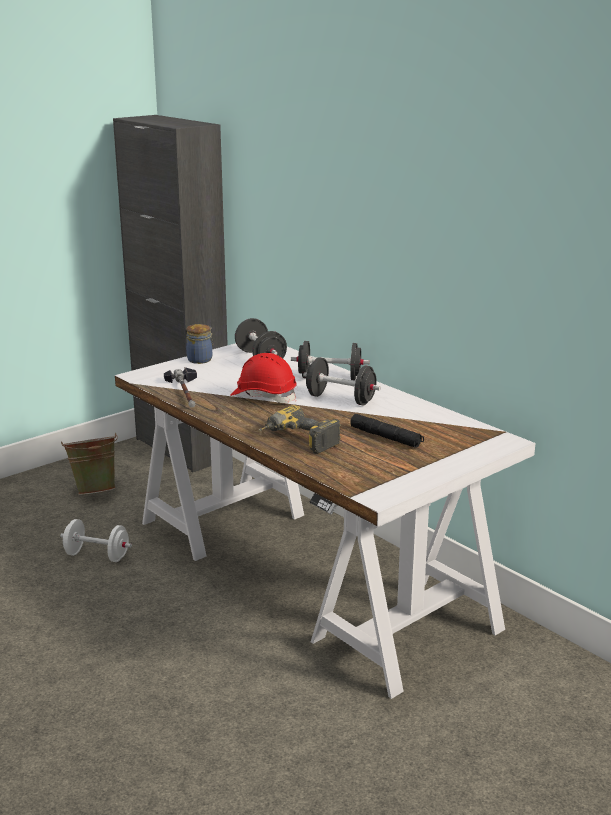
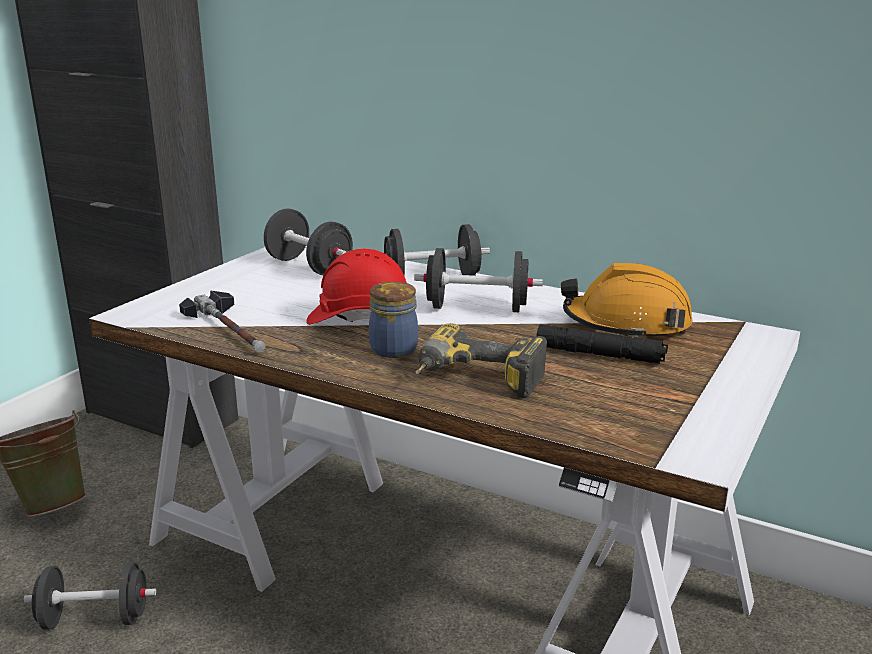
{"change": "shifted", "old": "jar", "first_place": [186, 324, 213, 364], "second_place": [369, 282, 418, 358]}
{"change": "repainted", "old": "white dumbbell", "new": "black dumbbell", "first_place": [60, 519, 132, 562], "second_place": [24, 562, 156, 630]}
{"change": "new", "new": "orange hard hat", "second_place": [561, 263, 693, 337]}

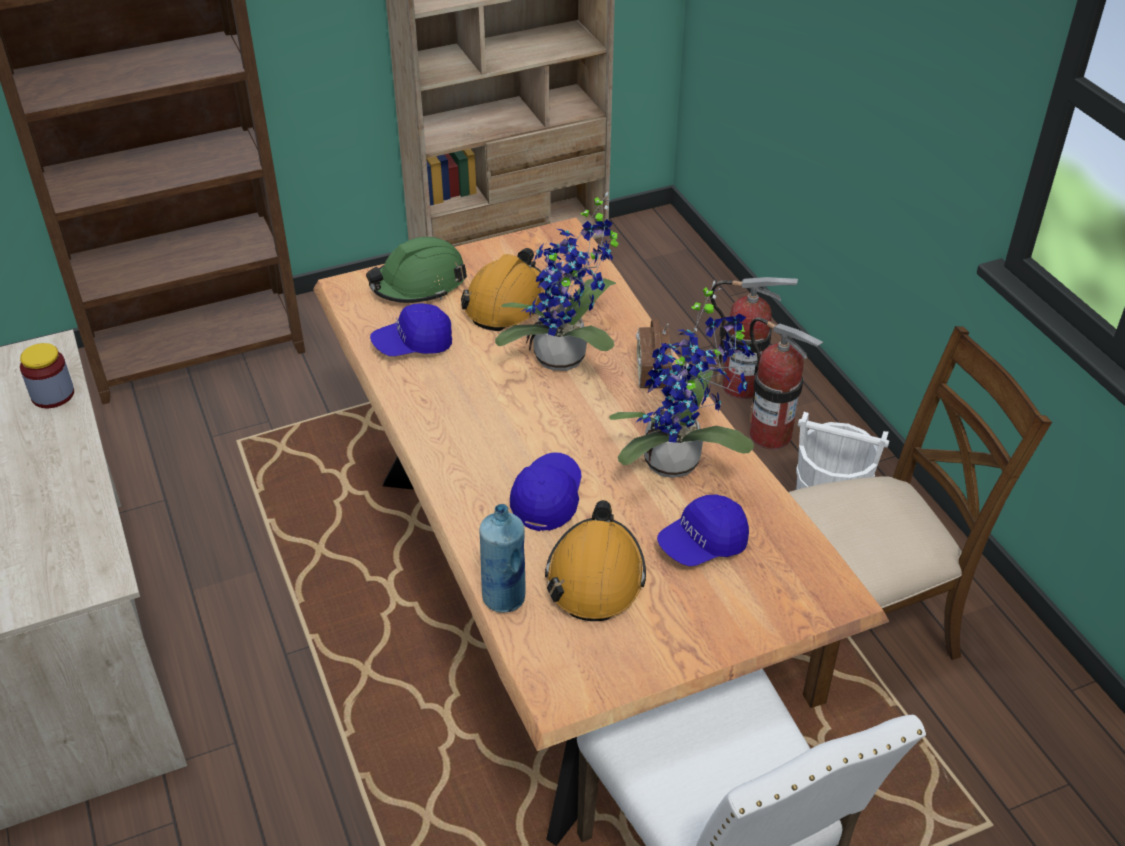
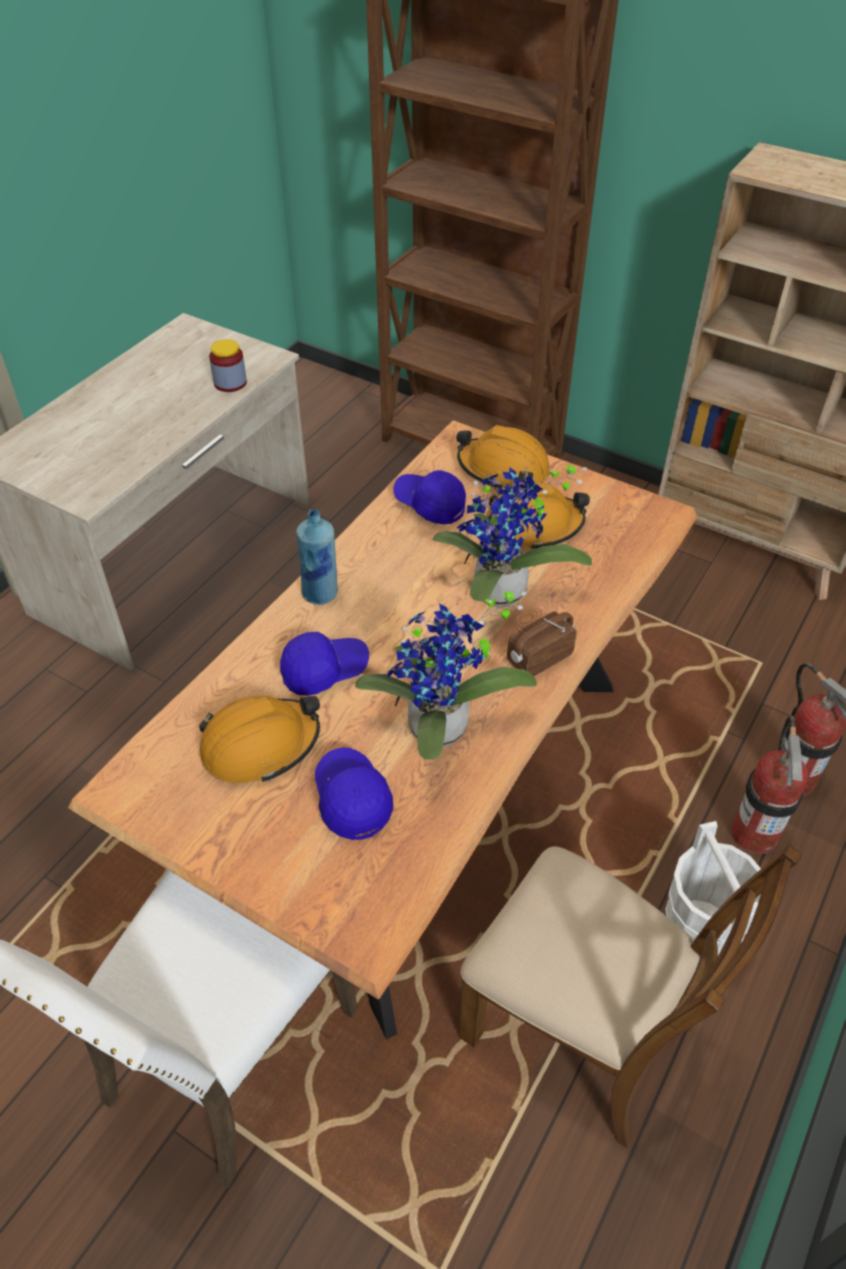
{"change": "repainted", "old": "green hard hat", "new": "orange hard hat", "first_place": [366, 237, 467, 303], "second_place": [456, 425, 550, 490]}
{"change": "rotated", "old": "blue cap", "first_place": [657, 494, 749, 566], "second_place": [315, 747, 393, 840], "degrees": 45}
{"change": "shifted", "old": "blue bottle", "first_place": [479, 504, 526, 613], "second_place": [296, 509, 338, 605]}

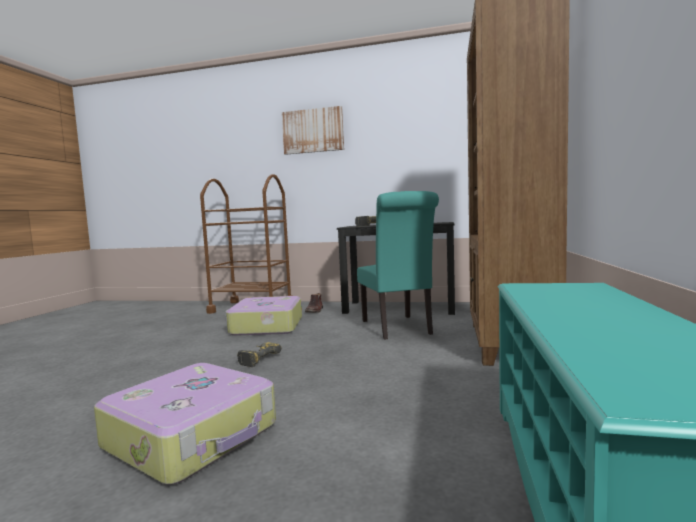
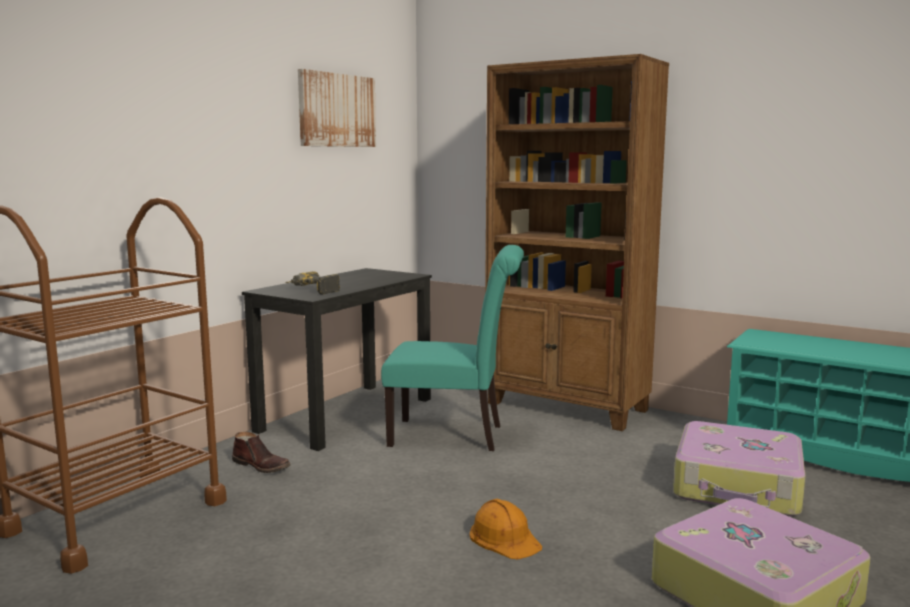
{"change": "shifted", "old": "picture", "first_place": [282, 106, 344, 155], "second_place": [298, 69, 376, 147]}
{"change": "shifted", "old": "suitcase", "first_place": [225, 296, 302, 336], "second_place": [673, 421, 805, 516]}
{"change": "swapped", "old": "power drill", "new": "orange hard hat", "first_place": [237, 342, 282, 367], "second_place": [469, 499, 542, 559]}

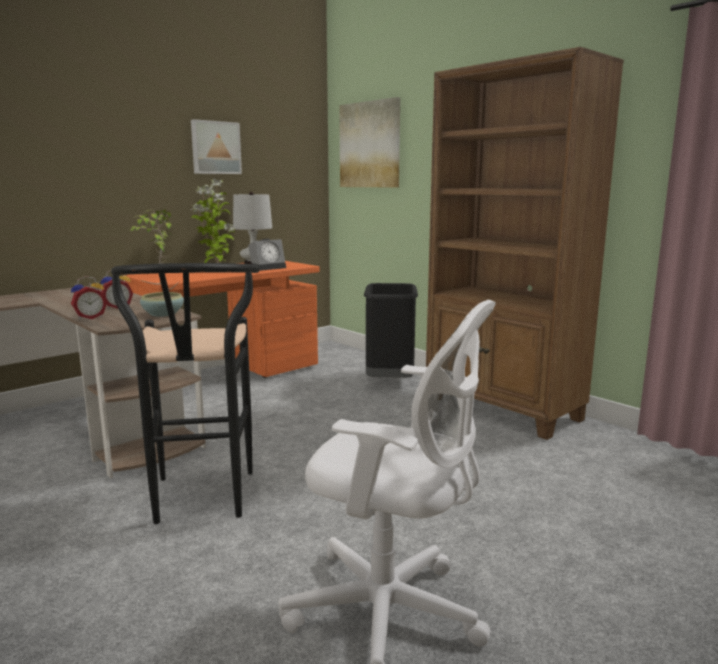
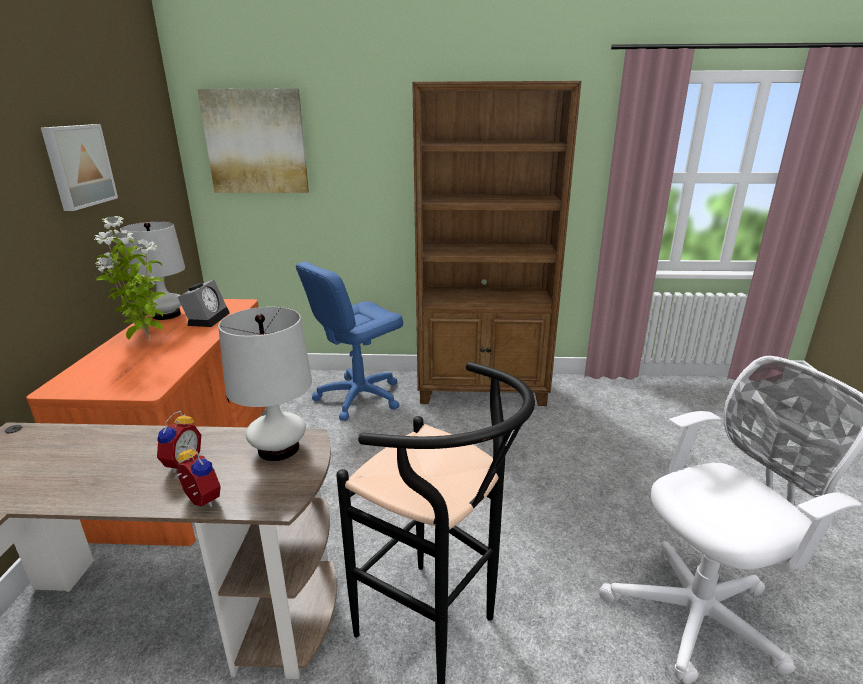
{"change": "swapped", "old": "potted plant", "new": "white table lamp", "first_place": [129, 209, 184, 317], "second_place": [218, 307, 312, 461]}
{"change": "rotated", "old": "alarm clock", "first_place": [71, 276, 107, 320], "second_place": [174, 444, 221, 507], "degrees": -60}
{"change": "swapped", "old": "black trash can", "new": "blue office chair", "first_place": [364, 283, 418, 378], "second_place": [296, 262, 403, 421]}

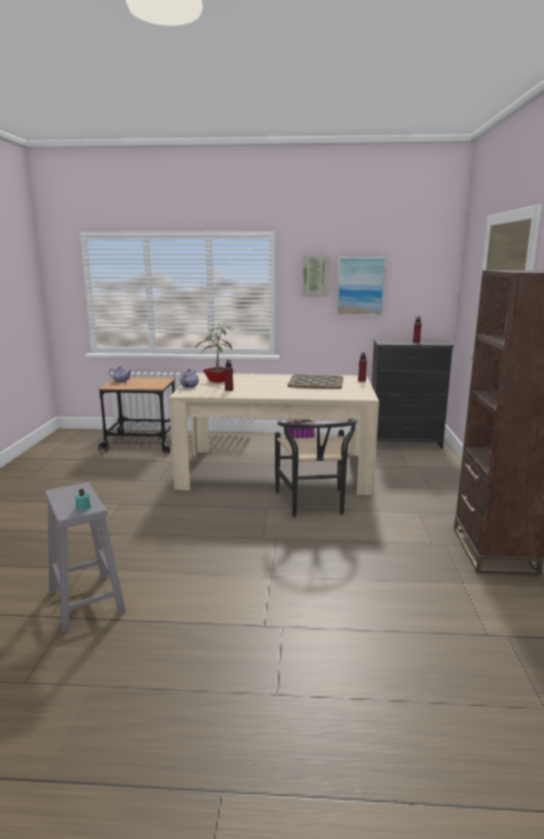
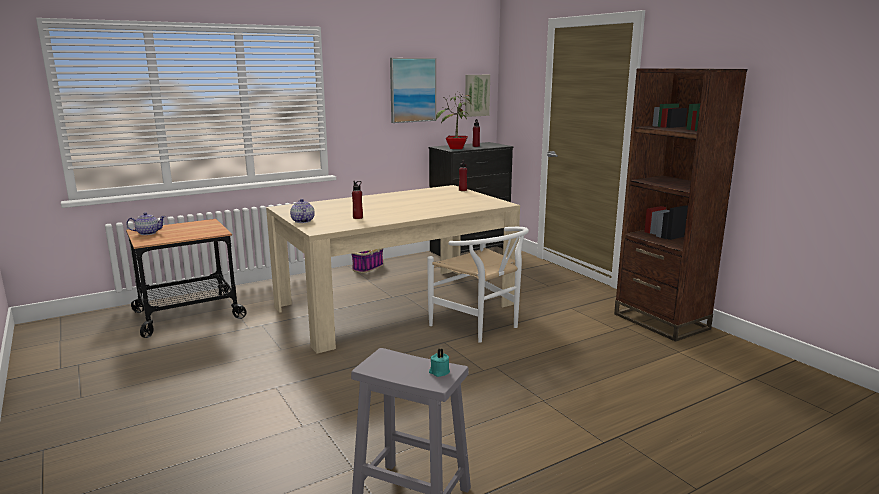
{"change": "shifted", "old": "picture", "first_place": [301, 256, 329, 297], "second_place": [465, 75, 490, 117]}
{"change": "shifted", "old": "potted plant", "first_place": [195, 324, 233, 383], "second_place": [436, 93, 473, 149]}
{"change": "gone", "old": "tray", "first_place": [287, 374, 343, 389]}
{"change": "repainted", "old": "black chair", "new": "white chair", "first_place": [275, 418, 357, 517], "second_place": [427, 227, 529, 343]}

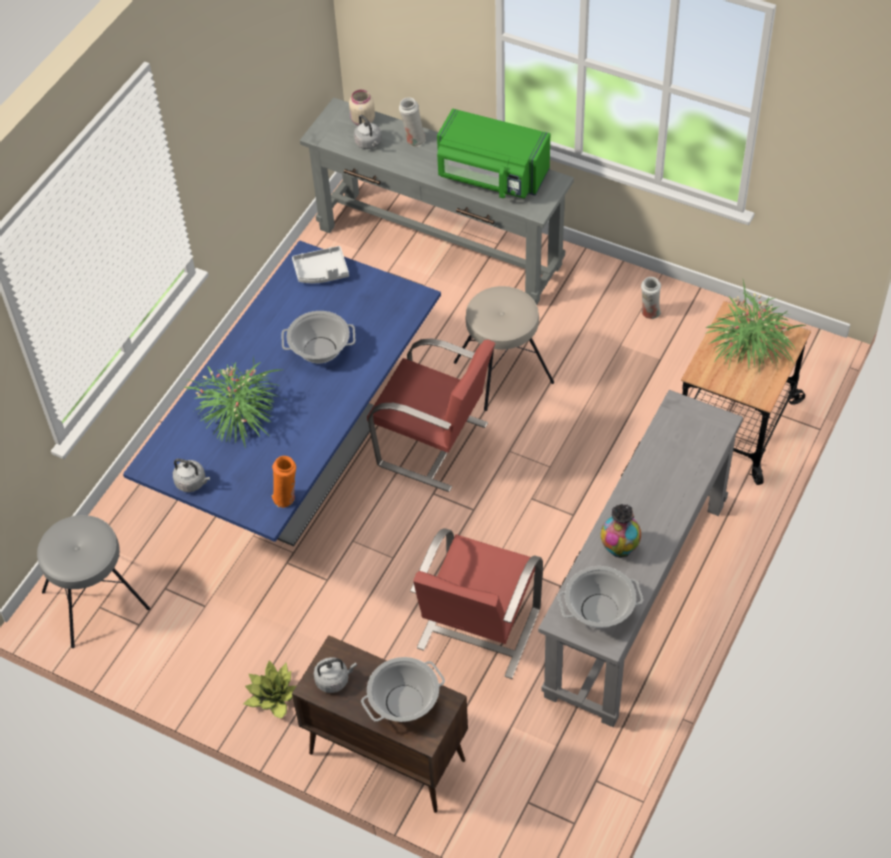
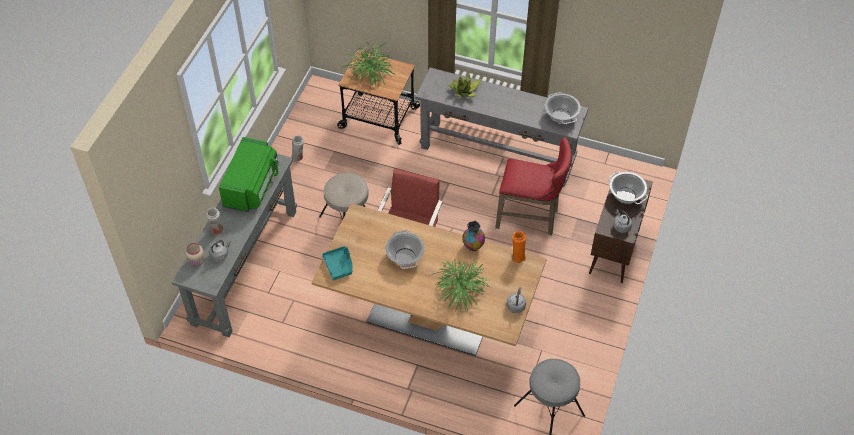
{"change": "repainted", "old": "blue dining table", "new": "beige dining table", "first_place": [123, 240, 441, 546], "second_place": [312, 203, 546, 356]}
{"change": "repainted", "old": "grey tray", "new": "turquoise tray", "first_place": [292, 246, 349, 283], "second_place": [322, 246, 353, 280]}
{"change": "shifted", "old": "vase", "first_place": [601, 504, 641, 558], "second_place": [462, 221, 485, 251]}
{"change": "swapped", "old": "red chair", "new": "red stool", "first_place": [410, 528, 543, 679], "second_place": [495, 137, 572, 235]}
{"change": "shifted", "old": "potted plant", "first_place": [244, 660, 296, 718], "second_place": [448, 74, 481, 97]}

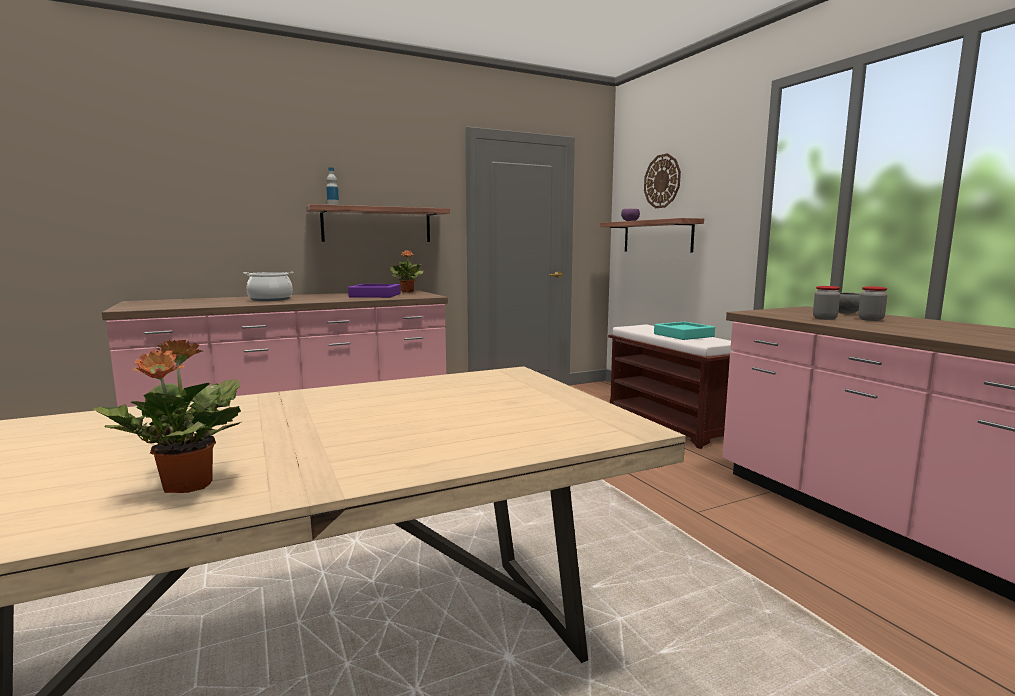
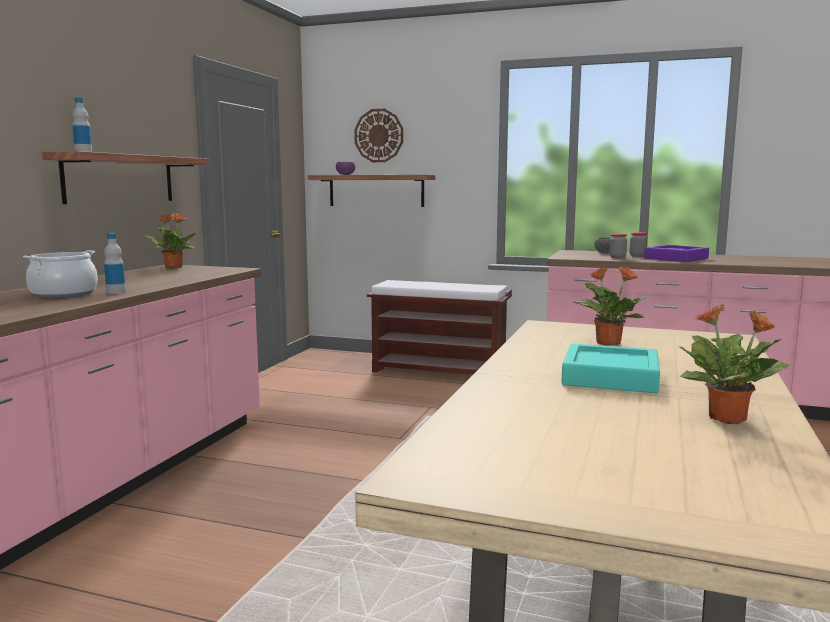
{"change": "shifted", "old": "purple tray", "first_place": [348, 284, 401, 298], "second_place": [644, 245, 709, 262]}
{"change": "shifted", "old": "turquoise tray", "first_place": [654, 322, 715, 340], "second_place": [561, 344, 660, 393]}
{"change": "new", "new": "bottle", "second_place": [104, 233, 126, 294]}
{"change": "new", "new": "potted plant", "second_place": [574, 266, 648, 346]}

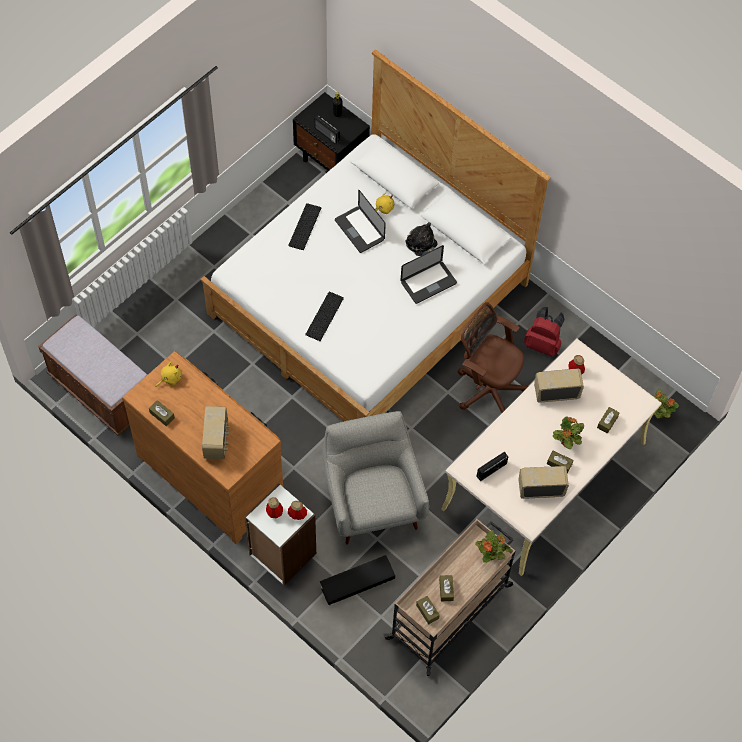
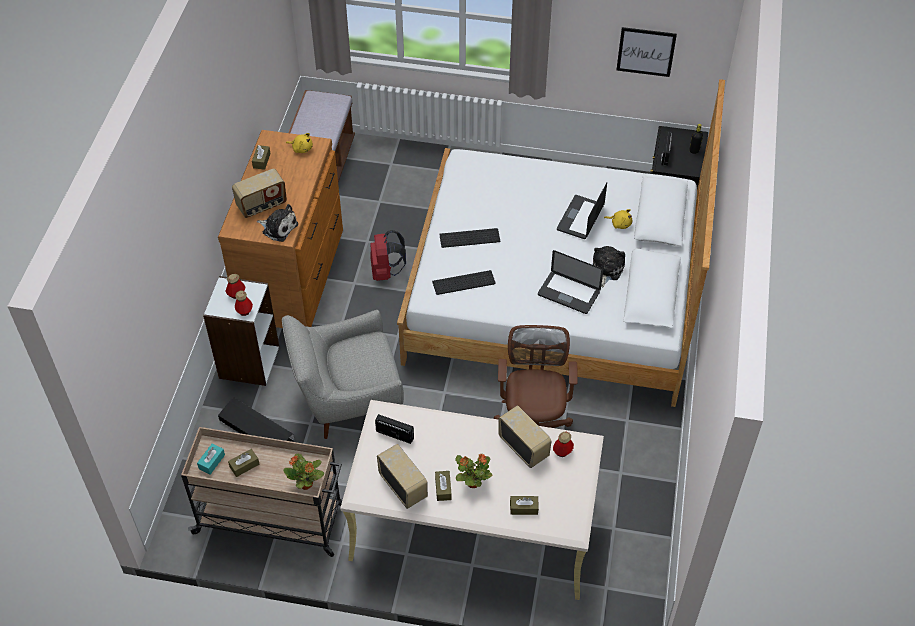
{"change": "shifted", "old": "keyboard", "first_place": [288, 203, 321, 250], "second_place": [432, 270, 496, 295]}
{"change": "shifted", "old": "red backpack", "first_place": [524, 307, 564, 357], "second_place": [370, 230, 406, 281]}
{"change": "gone", "old": "potted plant", "first_place": [653, 389, 679, 419]}
{"change": "rotated", "old": "grey armchair", "first_place": [322, 411, 429, 545], "second_place": [282, 310, 404, 439], "degrees": -150}
{"change": "repainted", "old": "brown tissue box", "new": "turquoise tissue box", "first_place": [416, 596, 440, 625], "second_place": [197, 444, 225, 475]}
{"change": "new", "new": "picture", "second_place": [616, 27, 677, 77]}
{"change": "new", "new": "plush toy", "second_place": [257, 204, 298, 242]}

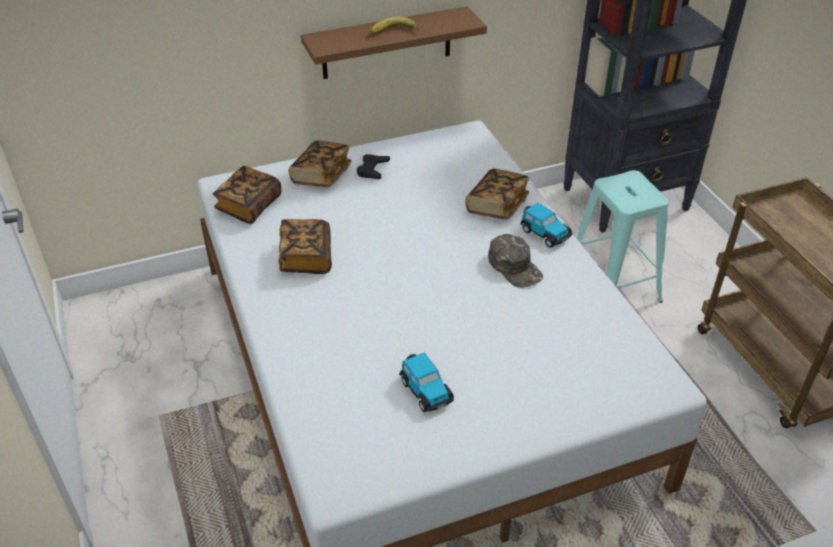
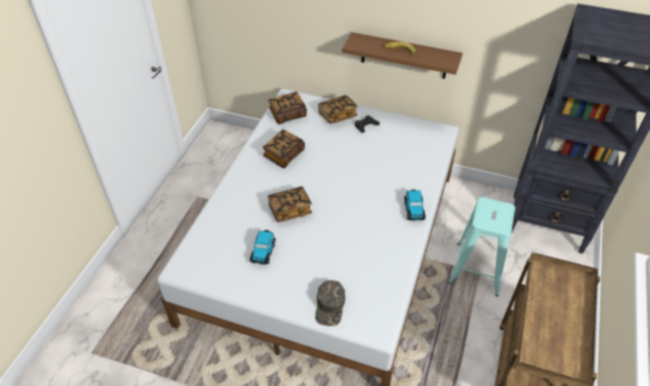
{"change": "shifted", "old": "book", "first_place": [466, 169, 529, 220], "second_place": [268, 186, 312, 222]}
{"change": "shifted", "old": "green cap", "first_place": [488, 234, 543, 288], "second_place": [315, 280, 345, 326]}

